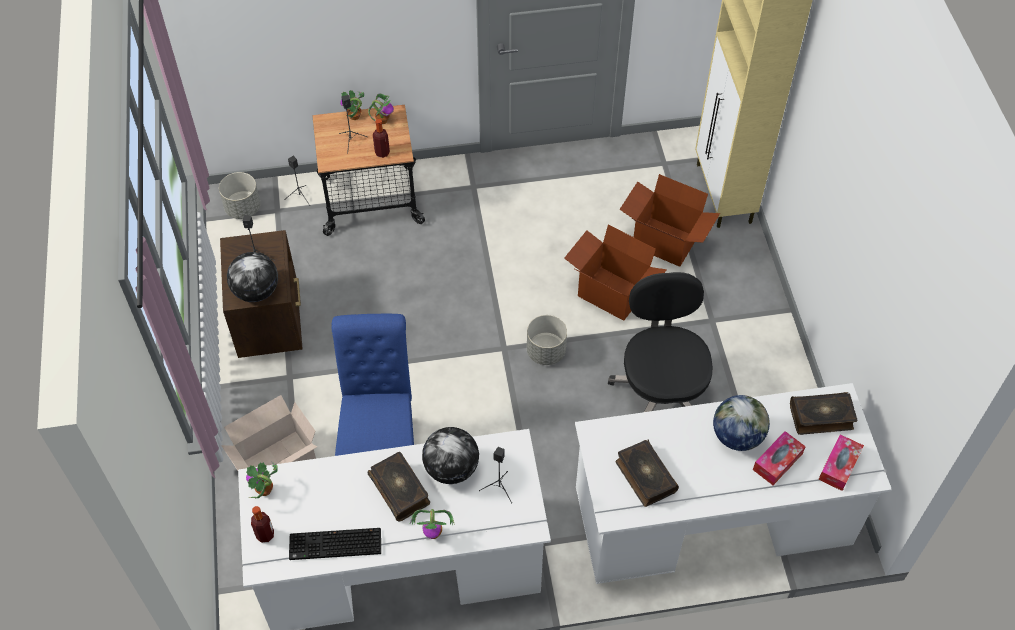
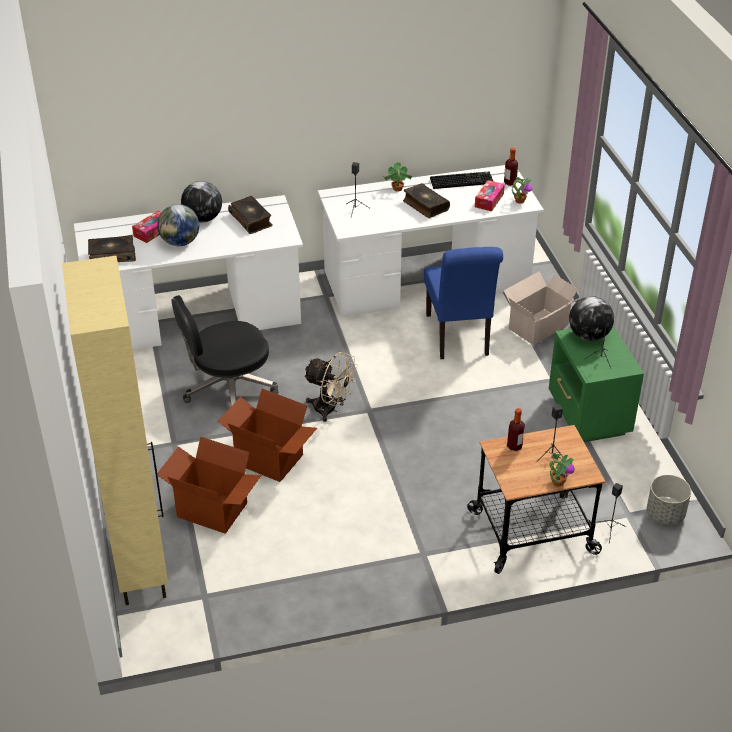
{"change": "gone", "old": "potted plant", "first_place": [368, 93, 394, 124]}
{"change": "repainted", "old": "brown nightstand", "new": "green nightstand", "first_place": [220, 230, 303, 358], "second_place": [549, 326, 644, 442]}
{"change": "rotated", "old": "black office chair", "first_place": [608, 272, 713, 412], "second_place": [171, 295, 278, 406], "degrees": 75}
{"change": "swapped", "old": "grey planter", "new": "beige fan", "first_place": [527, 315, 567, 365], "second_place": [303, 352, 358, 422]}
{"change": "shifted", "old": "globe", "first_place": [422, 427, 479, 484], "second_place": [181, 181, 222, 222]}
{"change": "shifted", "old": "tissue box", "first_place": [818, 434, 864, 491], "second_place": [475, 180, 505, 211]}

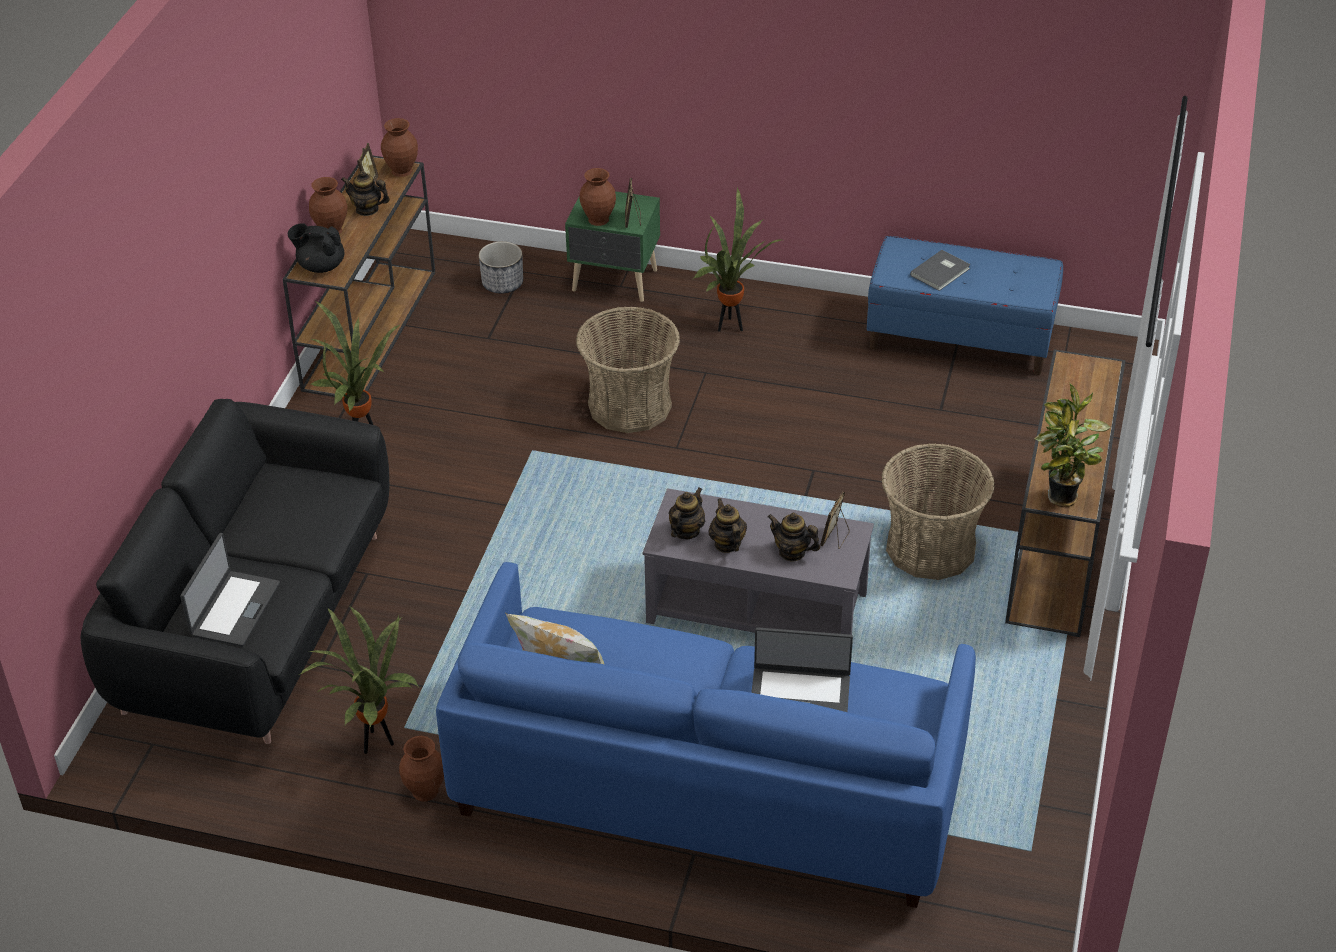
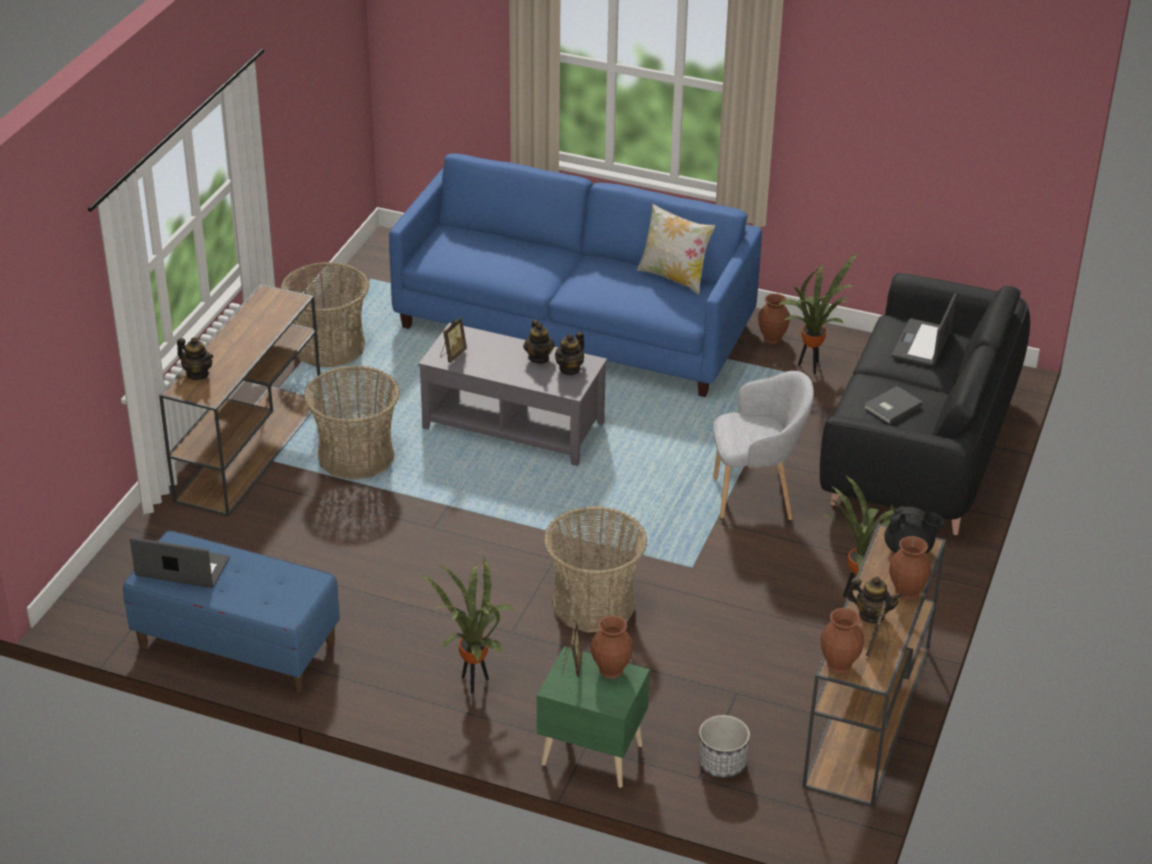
{"change": "shifted", "old": "grey book", "first_place": [910, 250, 971, 291], "second_place": [864, 386, 923, 424]}
{"change": "gone", "old": "potted plant", "first_place": [1035, 382, 1110, 507]}
{"change": "shifted", "old": "teapot", "first_place": [768, 513, 820, 561], "second_place": [177, 337, 213, 380]}
{"change": "shifted", "old": "laptop", "first_place": [751, 627, 853, 712], "second_place": [130, 537, 230, 588]}
{"change": "new", "new": "basket", "second_place": [280, 262, 369, 367]}
{"change": "new", "new": "grey armchair", "second_place": [713, 371, 814, 521]}

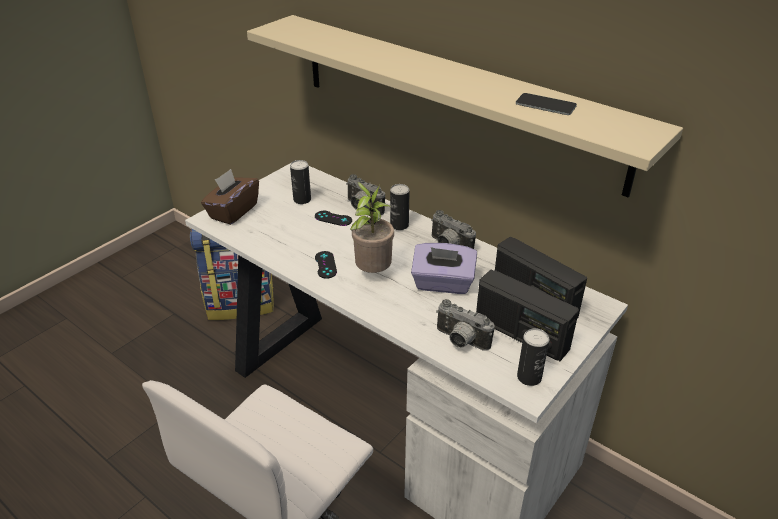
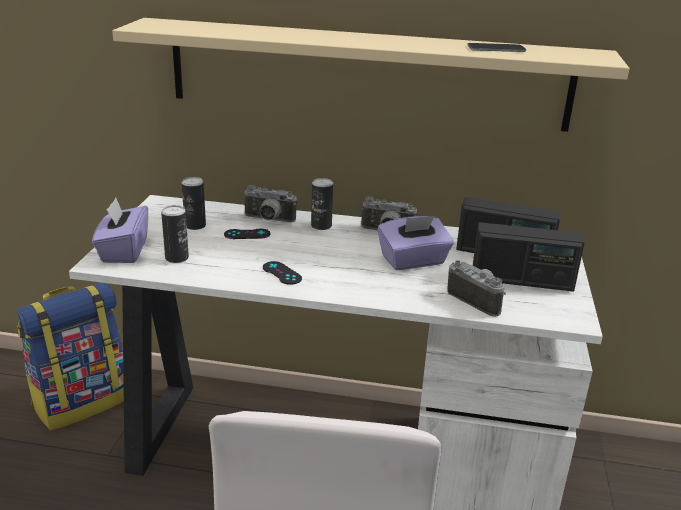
{"change": "repainted", "old": "brown tissue box", "new": "purple tissue box", "first_place": [201, 169, 259, 225], "second_place": [92, 198, 148, 263]}
{"change": "gone", "old": "potted plant", "first_place": [350, 182, 394, 273]}
{"change": "rotated", "old": "photo camera", "first_place": [436, 299, 494, 351], "second_place": [447, 260, 506, 317], "degrees": -135}
{"change": "shifted", "old": "can", "first_place": [517, 328, 549, 386], "second_place": [161, 205, 189, 263]}

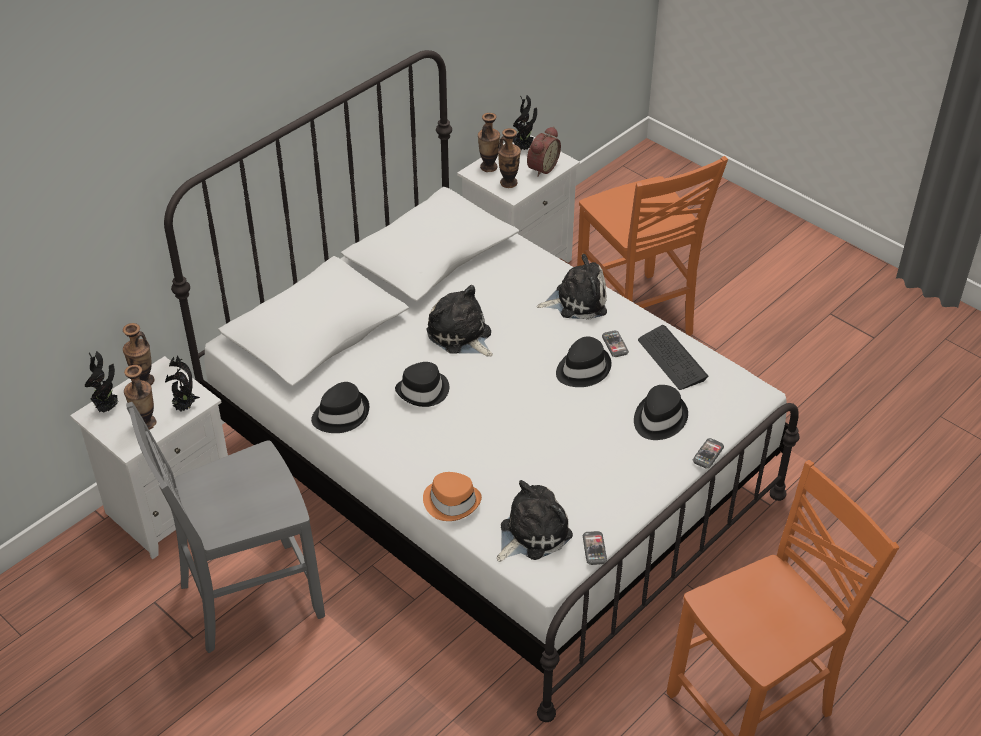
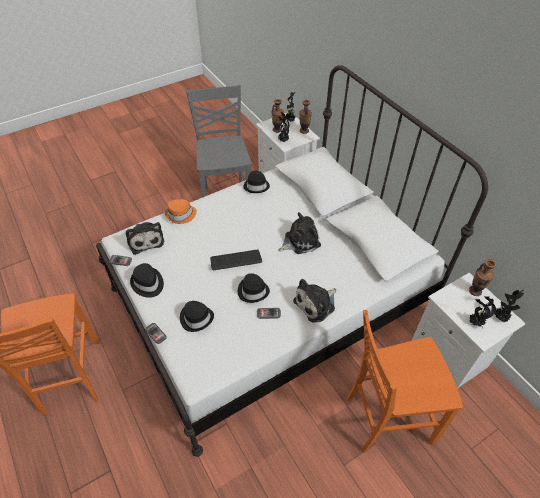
{"change": "swapped", "old": "alarm clock", "new": "potted plant", "first_place": [527, 126, 561, 177], "second_place": [469, 296, 496, 328]}
{"change": "gone", "old": "vase", "first_place": [498, 128, 521, 188]}
{"change": "rotated", "old": "plush toy", "first_place": [537, 254, 607, 320], "second_place": [293, 279, 336, 322], "degrees": 45}
{"change": "shifted", "old": "keyboard", "first_place": [638, 325, 709, 390], "second_place": [210, 249, 262, 271]}
{"change": "shifted", "old": "black hat", "first_place": [395, 362, 449, 407], "second_place": [130, 263, 164, 298]}

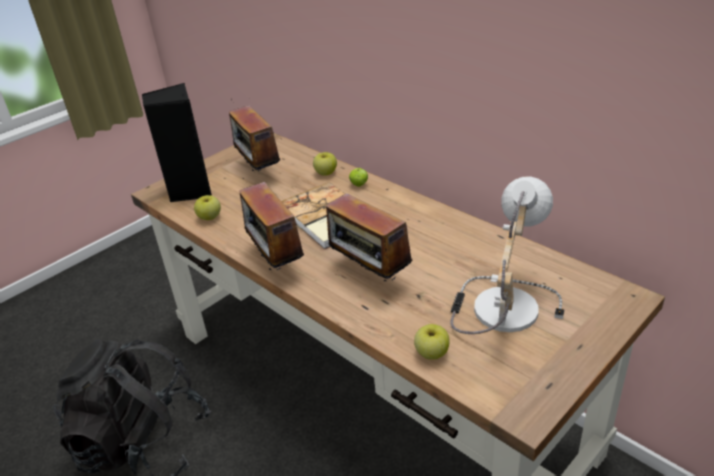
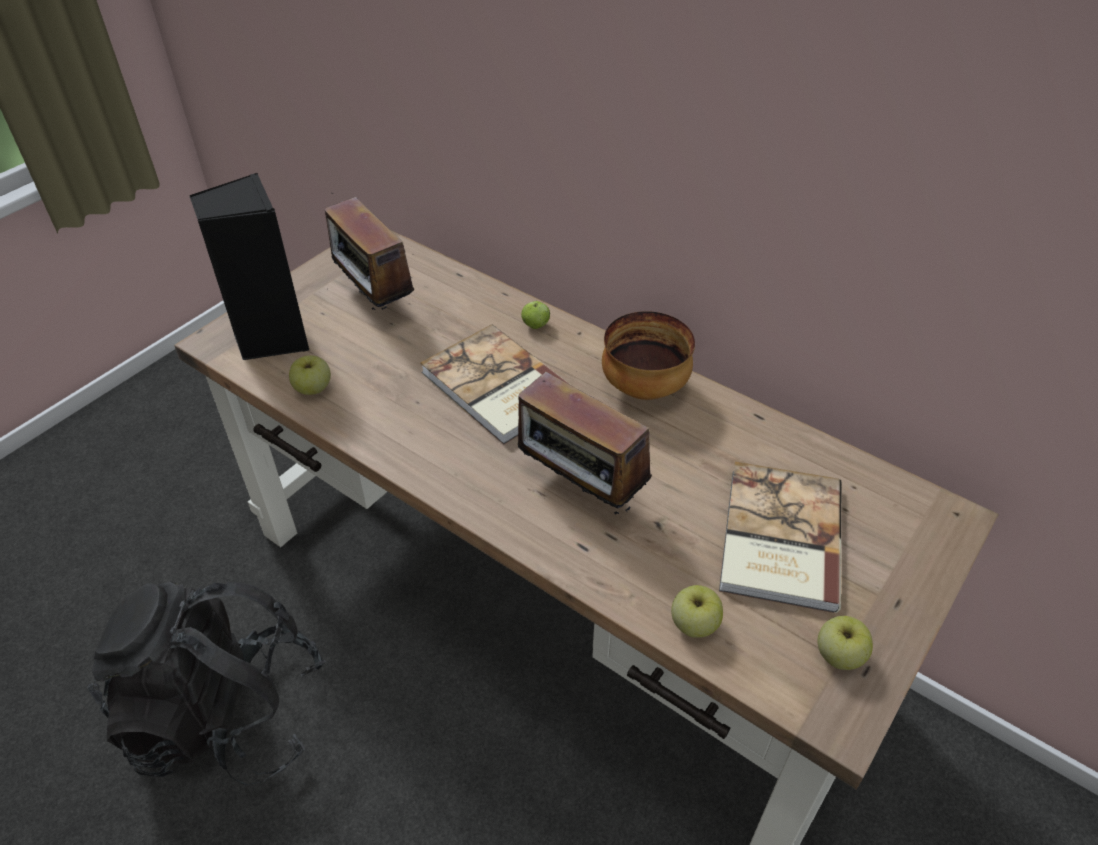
{"change": "shifted", "old": "apple", "first_place": [313, 152, 337, 176], "second_place": [818, 616, 873, 670]}
{"change": "swapped", "old": "table lamp", "new": "book", "first_place": [450, 176, 564, 334], "second_place": [719, 462, 841, 613]}
{"change": "gone", "old": "radio", "first_place": [240, 178, 304, 270]}
{"change": "new", "new": "bowl", "second_place": [602, 311, 695, 400]}

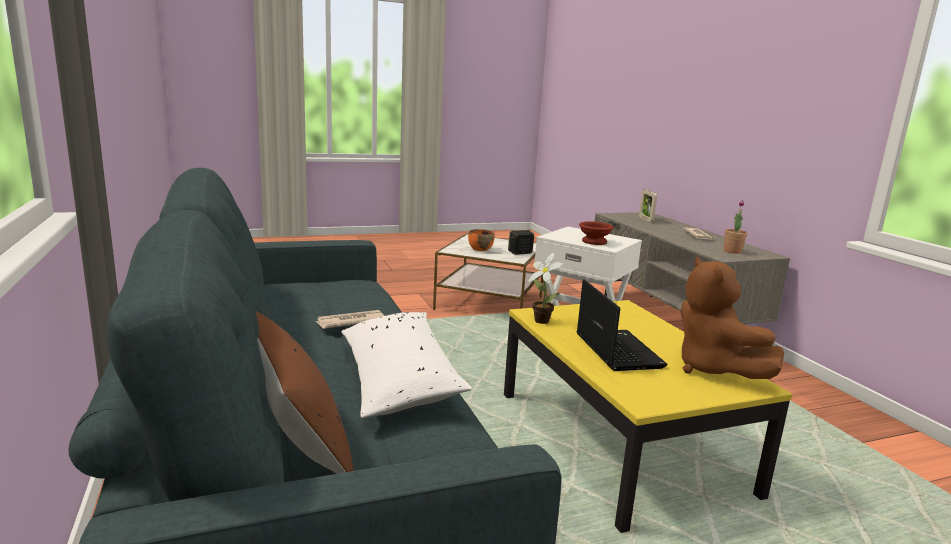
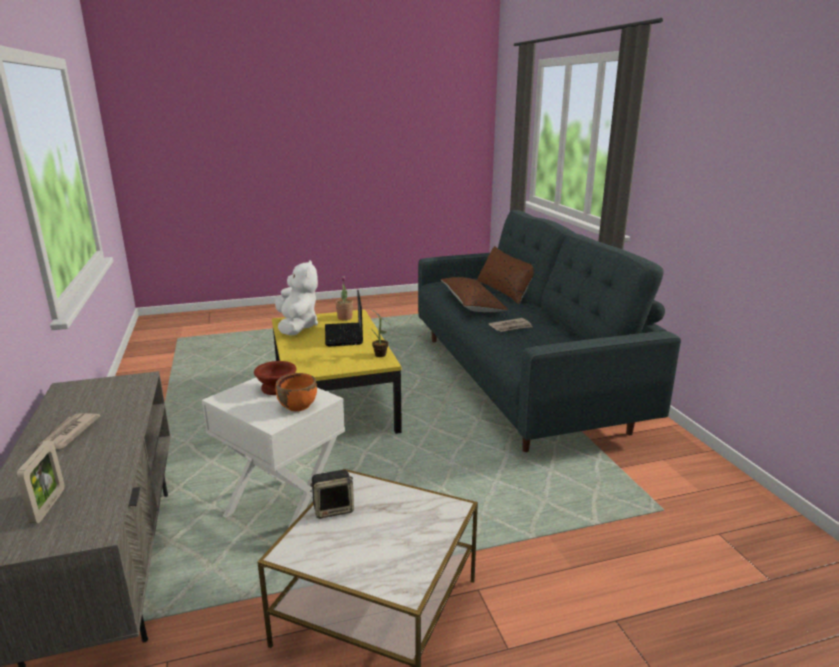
{"change": "shifted", "old": "potted plant", "first_place": [724, 200, 747, 254], "second_place": [336, 276, 353, 320]}
{"change": "shifted", "old": "orange bowl", "first_place": [468, 229, 495, 251], "second_place": [275, 373, 317, 411]}
{"change": "repainted", "old": "brown plush toy", "new": "white plush toy", "first_place": [681, 257, 784, 379], "second_place": [275, 260, 318, 336]}
{"change": "repainted", "old": "white pillow", "new": "brown pillow", "first_place": [341, 312, 472, 418], "second_place": [441, 277, 508, 312]}

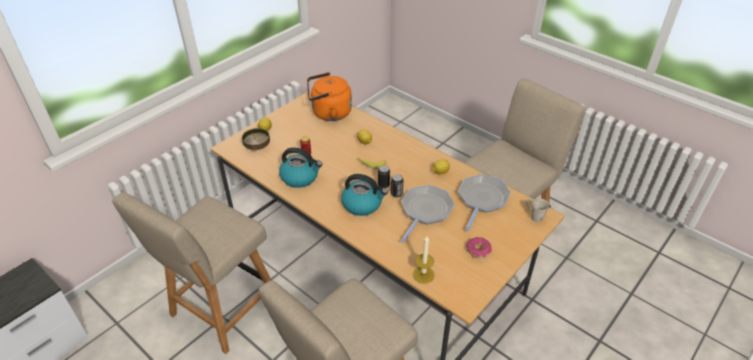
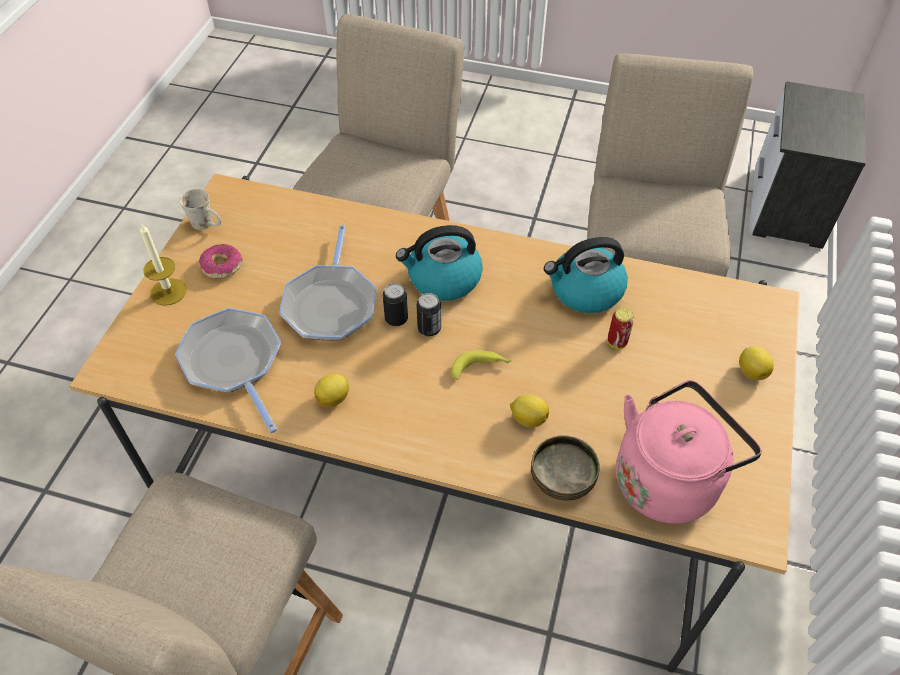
{"change": "repainted", "old": "orange kettle", "new": "pink kettle", "first_place": [307, 72, 352, 121], "second_place": [616, 380, 762, 524]}
{"change": "shifted", "old": "bowl", "first_place": [242, 128, 270, 150], "second_place": [531, 435, 600, 501]}
{"change": "rotated", "old": "frying pan", "first_place": [458, 174, 510, 231], "second_place": [175, 308, 281, 433], "degrees": 150}
{"change": "shifted", "old": "white mug", "first_place": [526, 198, 549, 222], "second_place": [180, 189, 221, 230]}
{"change": "shifted", "old": "candle", "first_place": [413, 236, 435, 284], "second_place": [140, 223, 187, 306]}

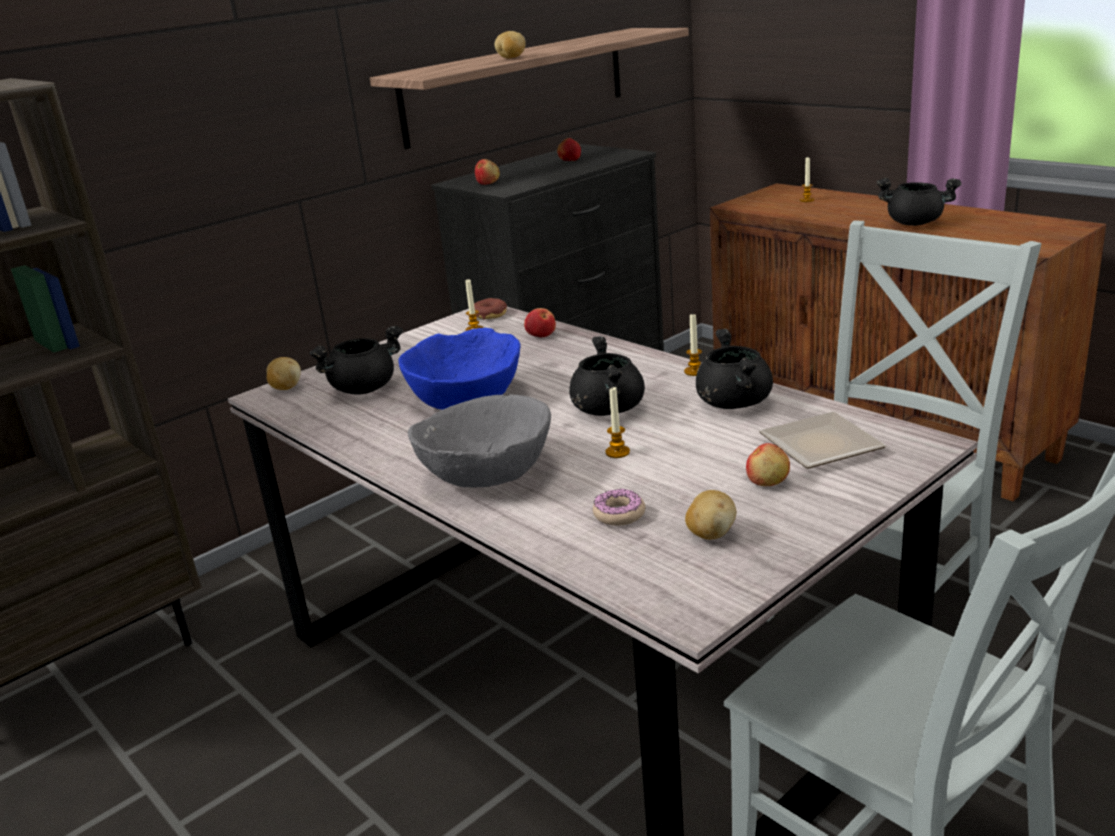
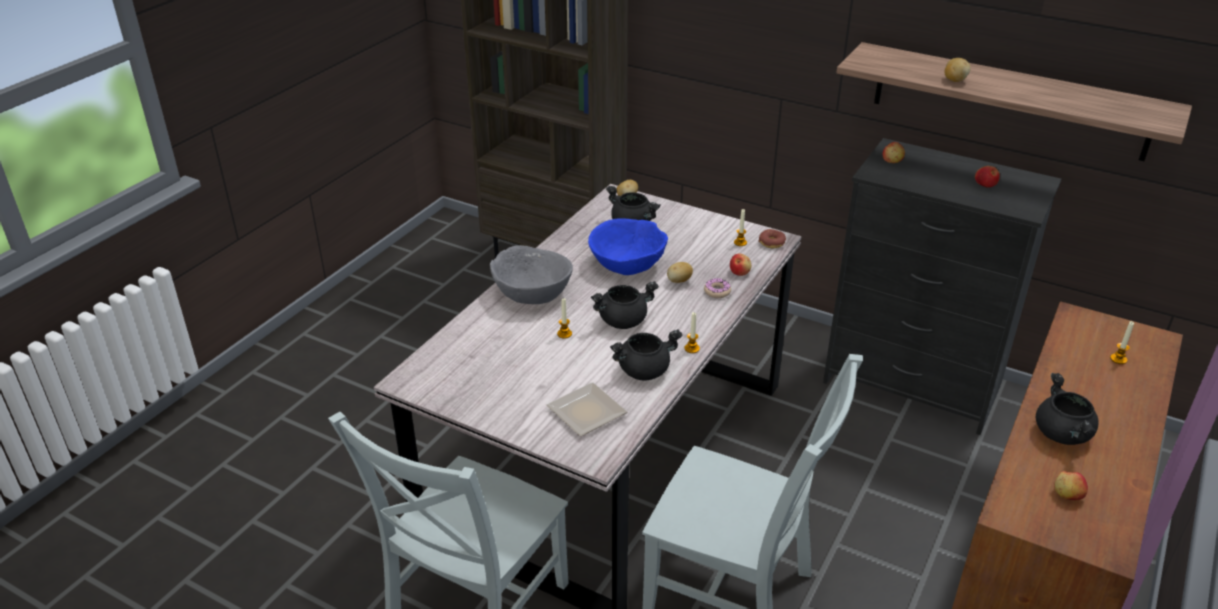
{"change": "shifted", "old": "apple", "first_place": [746, 443, 790, 486], "second_place": [1054, 471, 1088, 500]}
{"change": "shifted", "old": "donut", "first_place": [593, 489, 645, 526], "second_place": [704, 278, 731, 298]}
{"change": "shifted", "old": "potato", "first_place": [685, 490, 736, 539], "second_place": [667, 262, 693, 283]}

